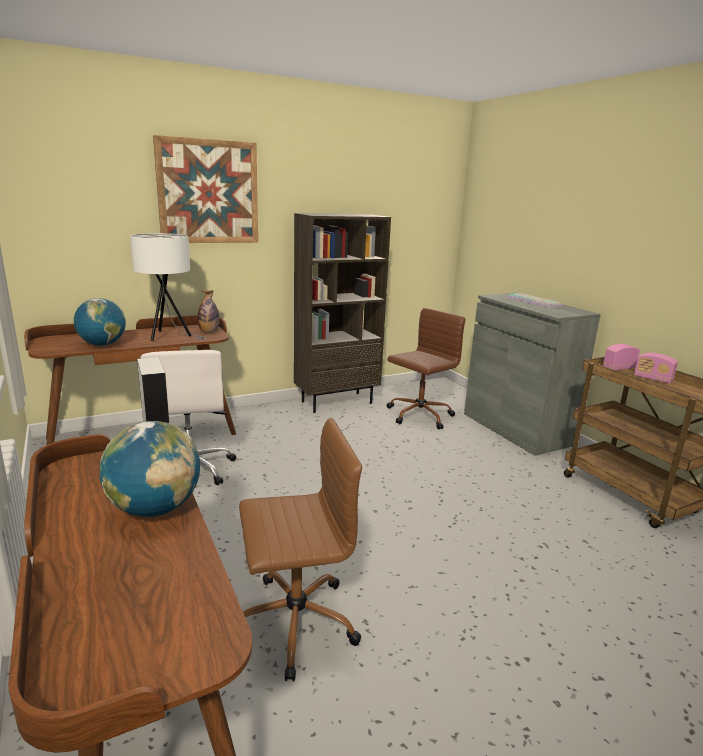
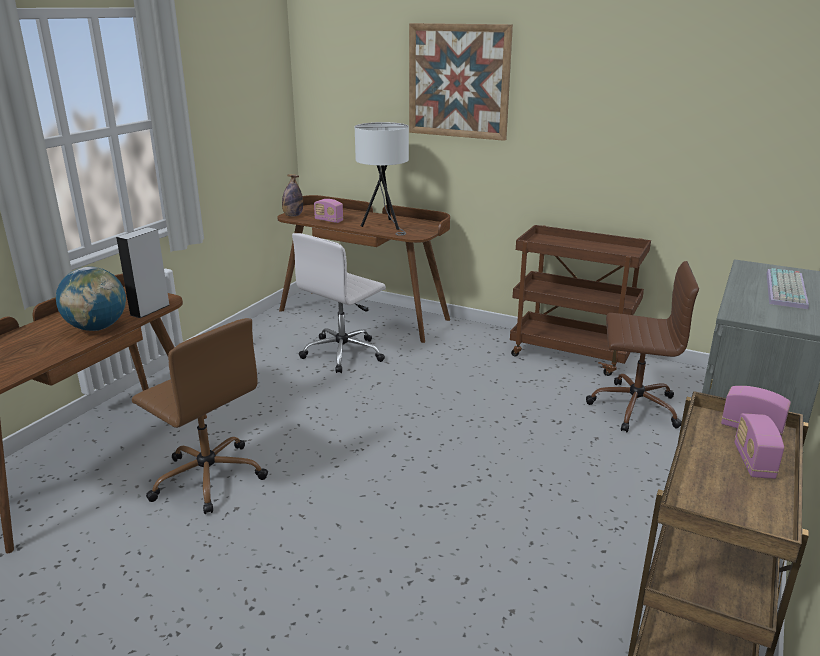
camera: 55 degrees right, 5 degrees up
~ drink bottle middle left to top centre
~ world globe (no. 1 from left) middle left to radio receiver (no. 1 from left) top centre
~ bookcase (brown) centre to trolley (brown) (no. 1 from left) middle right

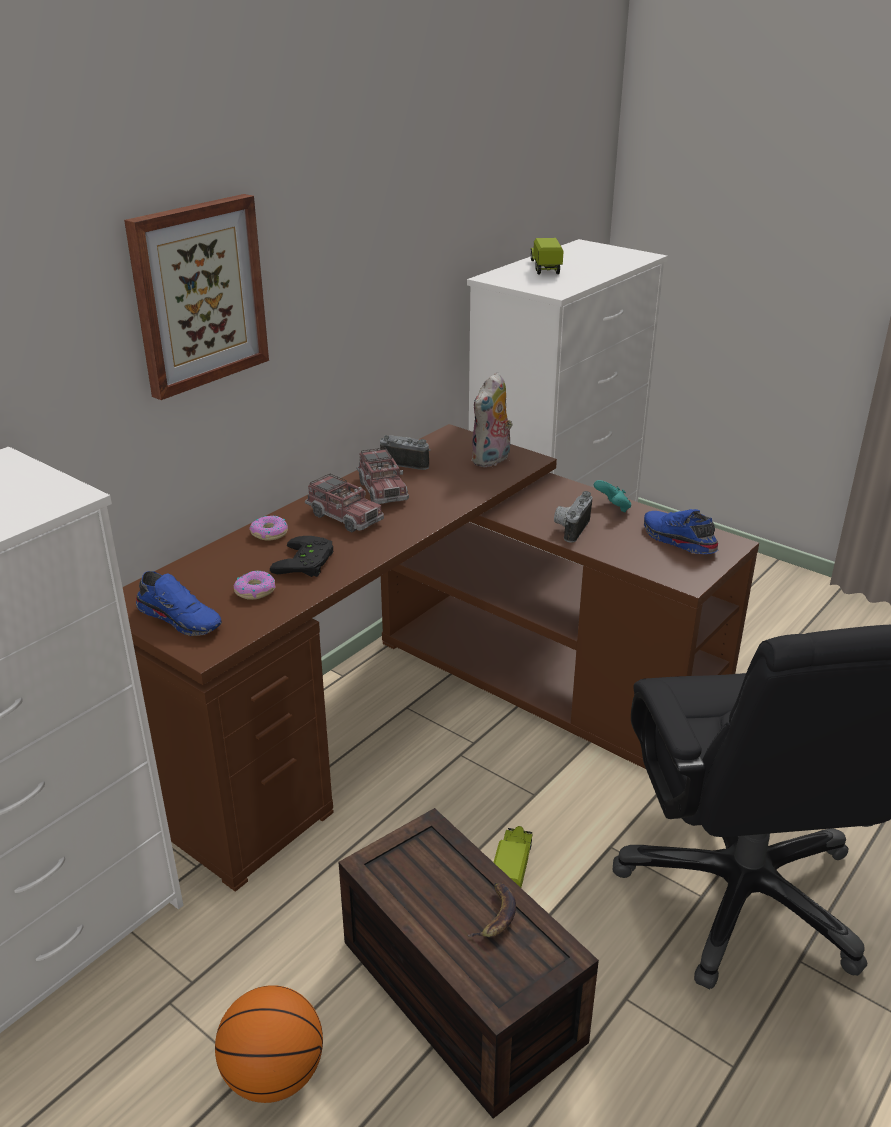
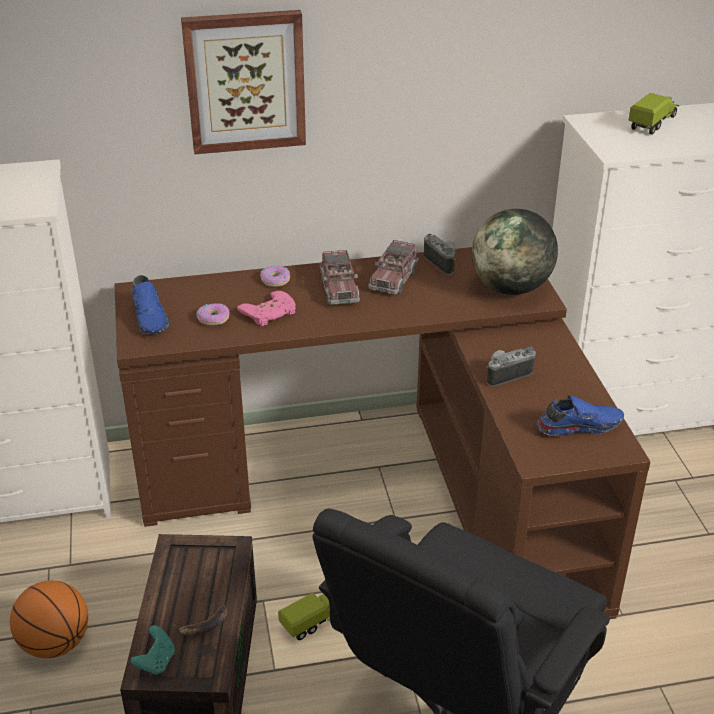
camera: 40 degrees right, 5 degrees up
~ game controller (turquoise) middle right to bottom left
~ cuddly toy centre to world globe middle right
~ game controller (black-coloured) centre to game controller (pinkish) centre
~ shoe (blue-coloured) (no. 2 from left) middle right = middle right 75 degrees clockwise

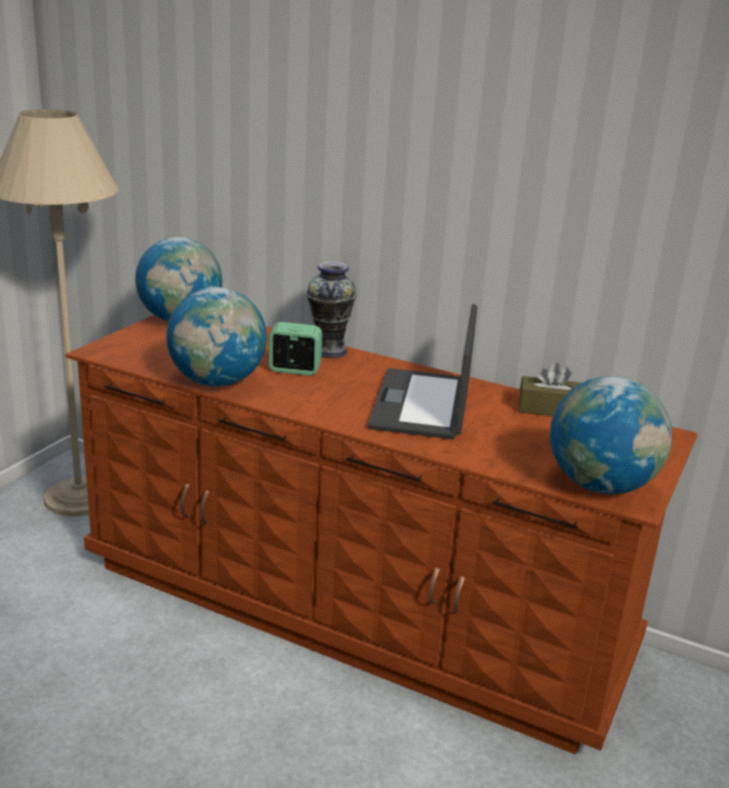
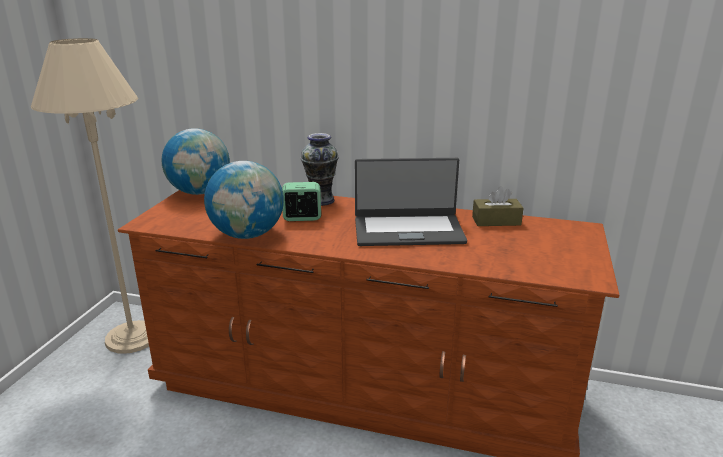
camera: 10 degrees left, 0 degrees up
- world globe (no. 3 from left) middle right
~ laptop centre = centre 90 degrees counterclockwise

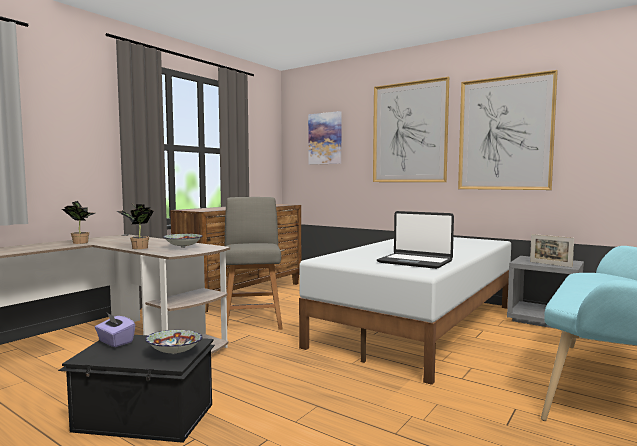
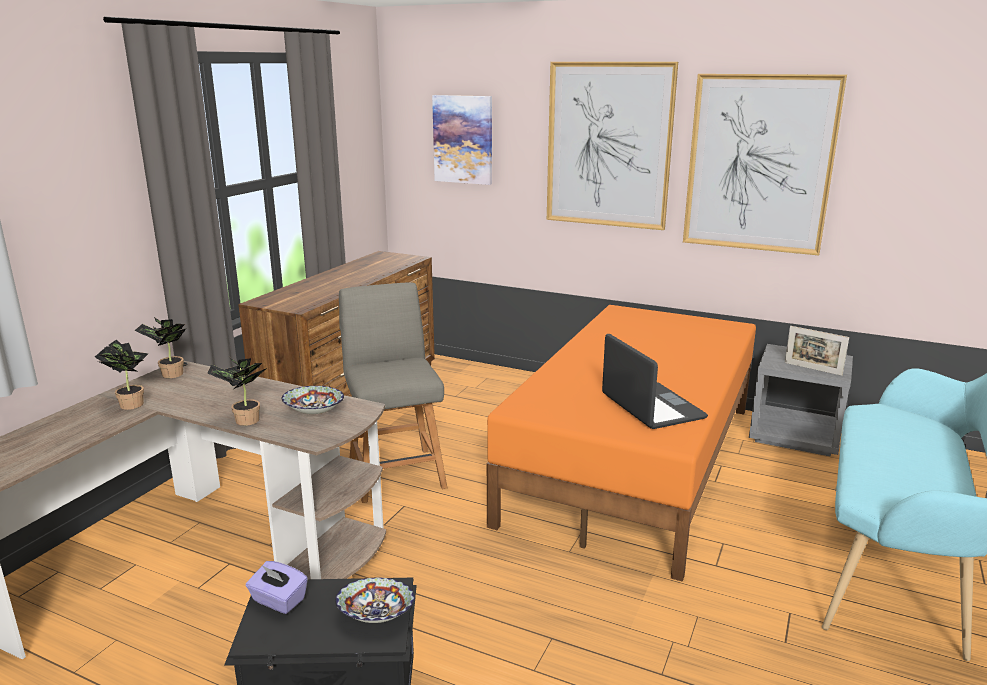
camera: 10 degrees left, 15 degrees up
+ houseplant (no. 2 from left) middle left
~ sleeping bed (whitish) bottom centre to sleeping bed (orangey) centre
~ laptop centre = centre 135 degrees counterclockwise

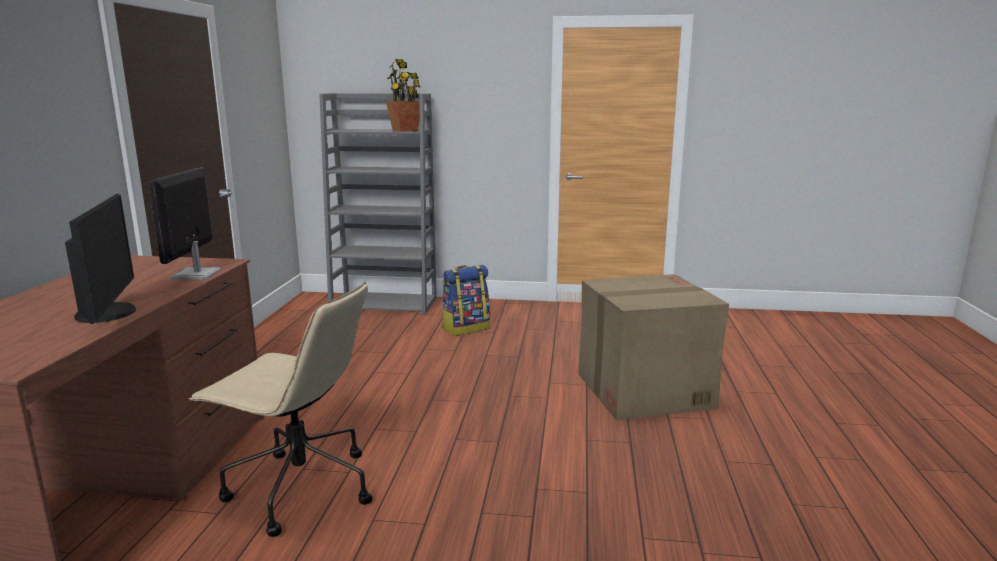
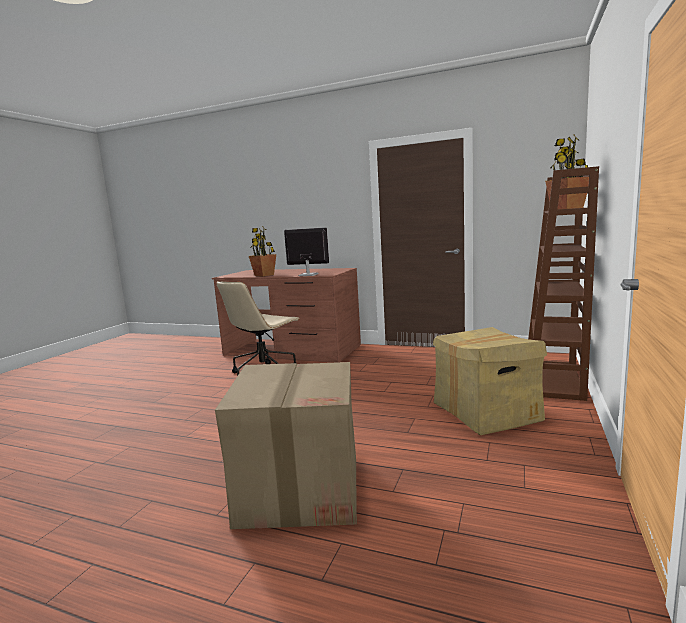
camera: 105 degrees right, 5 degrees down
~ computer display (no. 1 from left) middle left to houseplant (no. 1 from left) centre
~ rucksack centre to packing box (no. 2 from left) middle right
~ bookcase (gray) centre to bookcase (brown) middle right

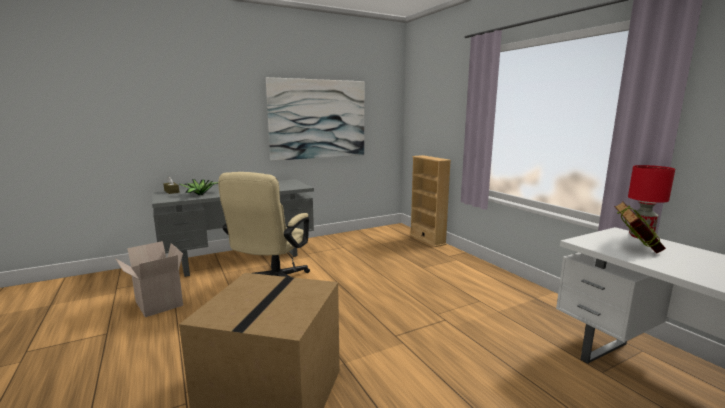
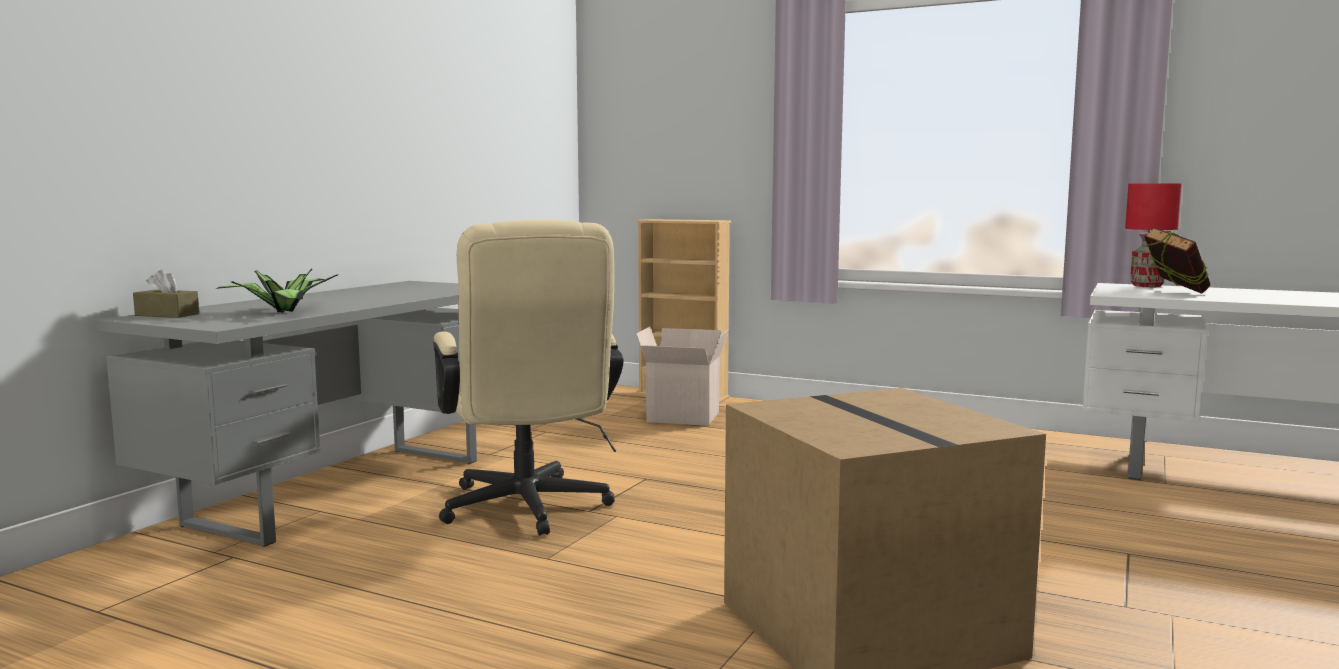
camera: 35 degrees left, 5 degrees down
- wall picture top centre
~ packing box (no. 1 from left) bottom left to centre

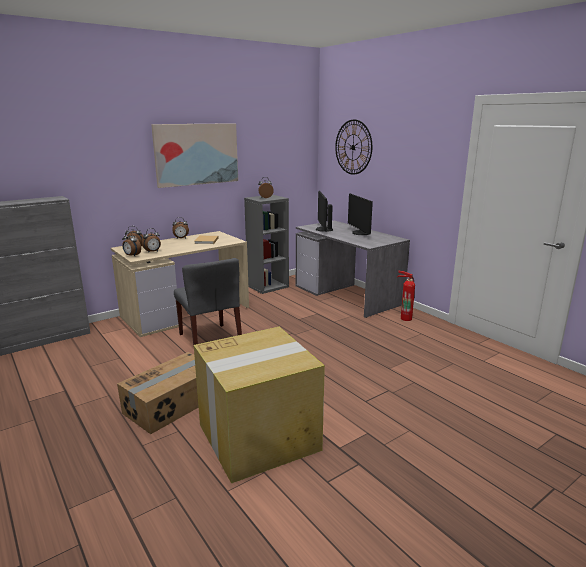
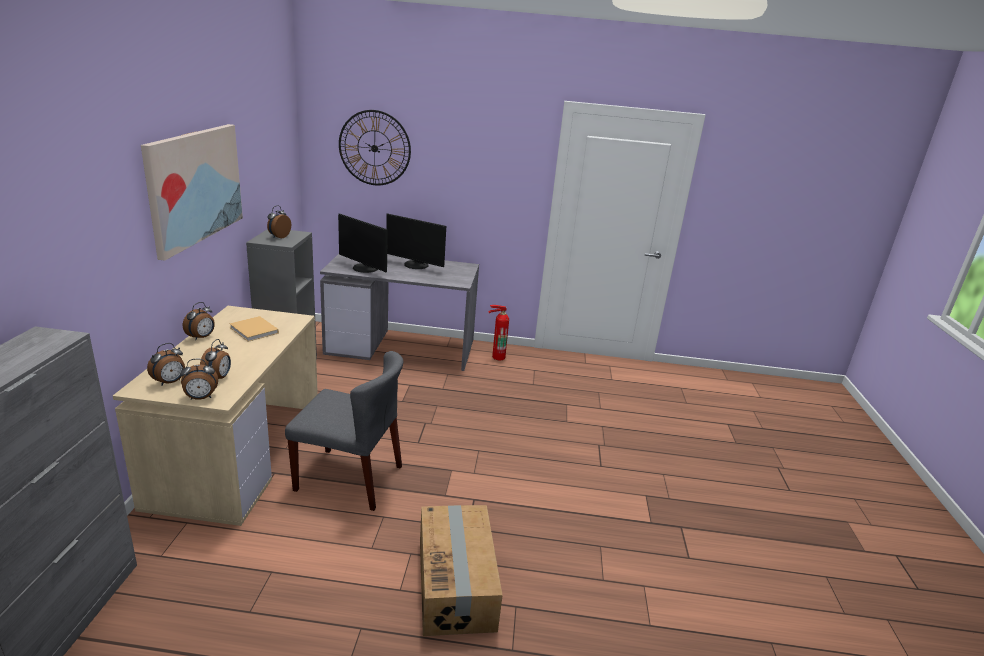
camera: 50 degrees left, 5 degrees up
- packing box (no. 2 from left) bottom centre

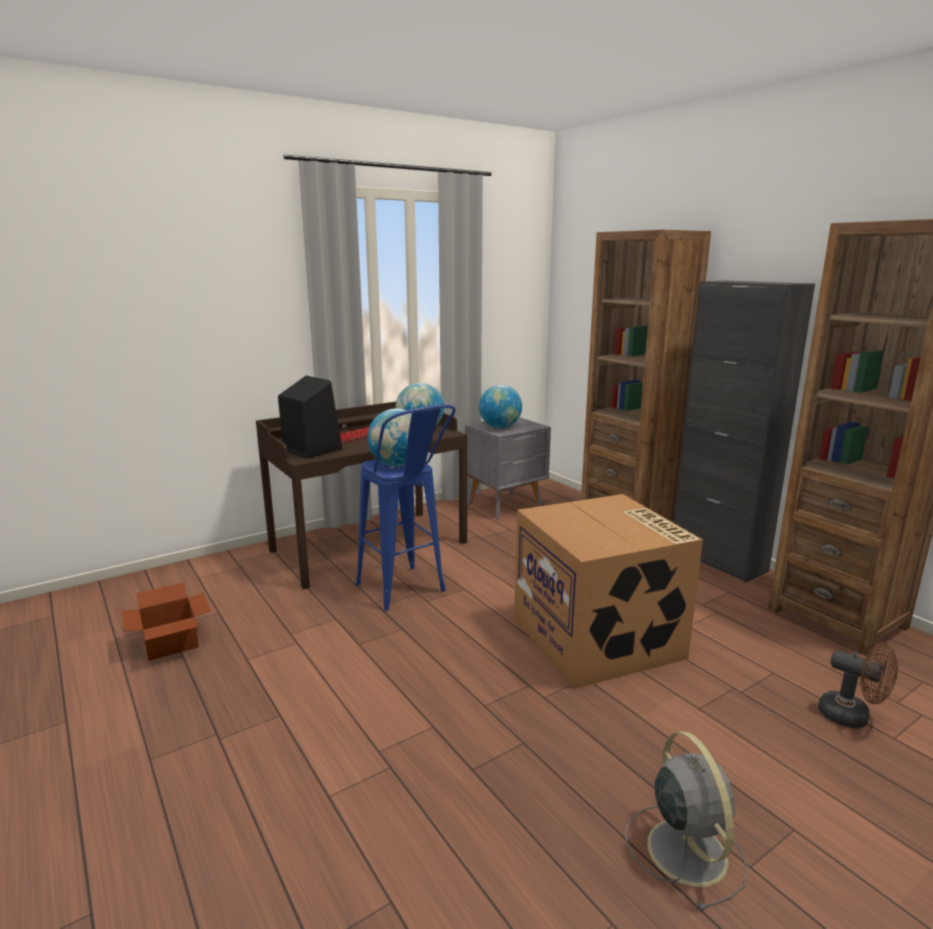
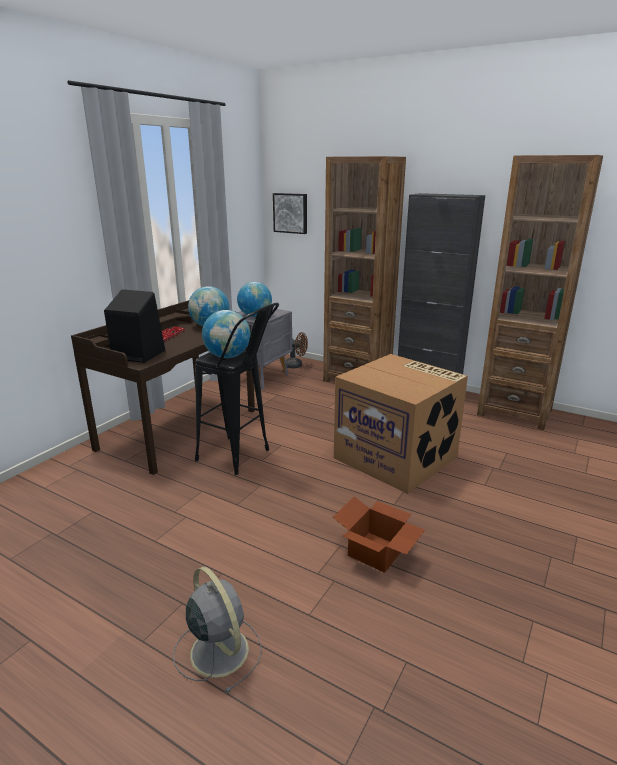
camera: 25 degrees left, 5 degrees up
+ wall picture top centre
~ packing box (no. 1 from left) bottom left to bottom centre
~ cooling fan (gray) bottom right to bottom centre
~ cooling fan (brown) bottom right to centre
~ stool seat (blue-coloured) centre to stool seat (black-coloured) centre

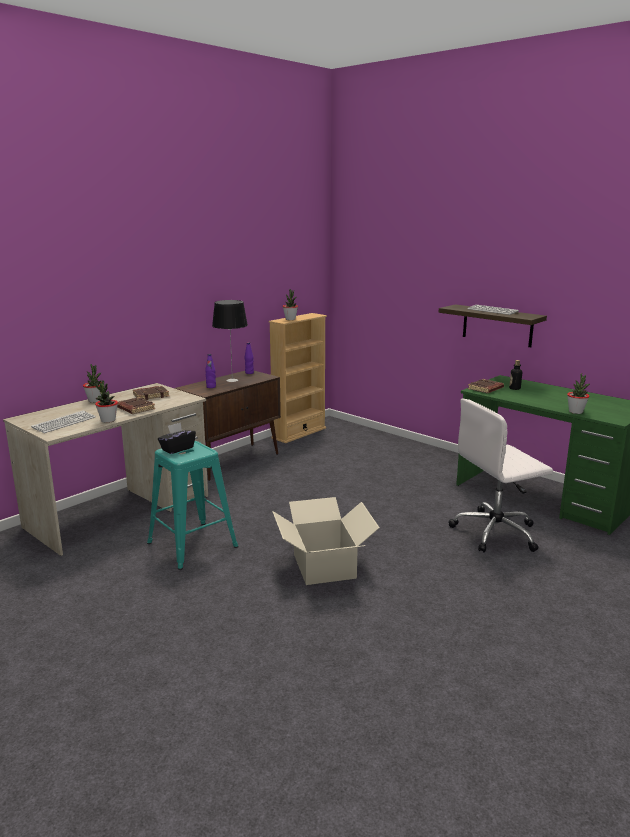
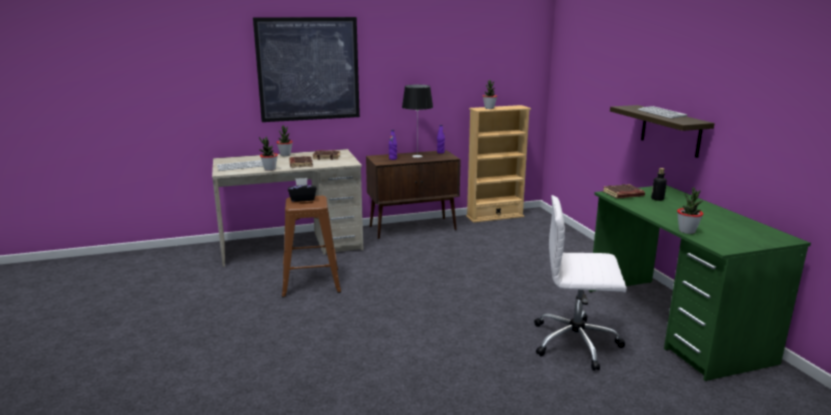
camera: 30 degrees right, 0 degrees up
- packing box centre
+ wall picture top centre
~ stool seat (turquoise) middle left to stool seat (brown) centre

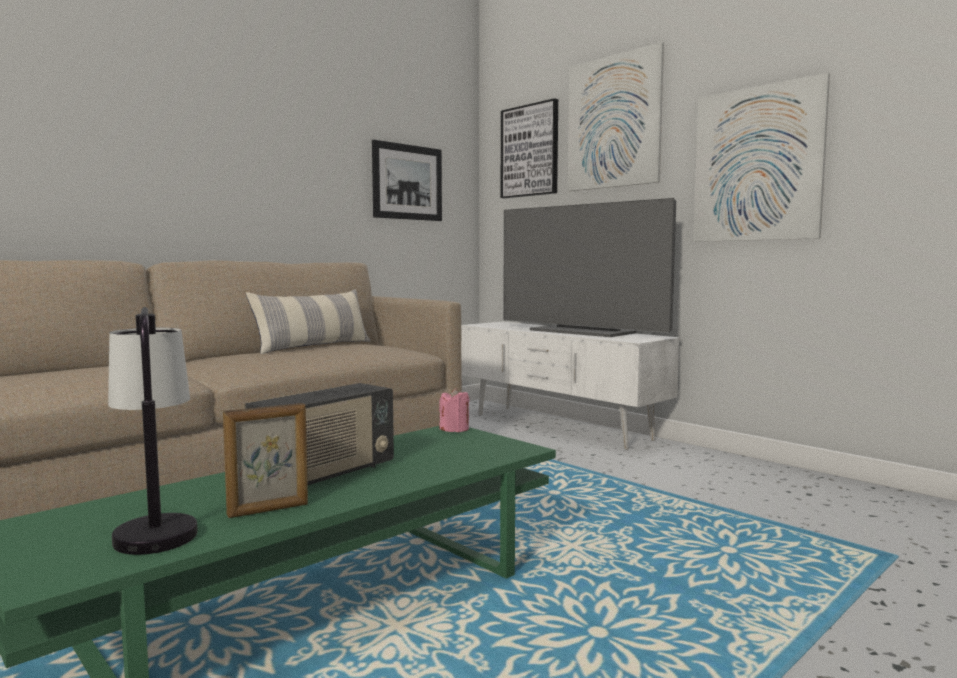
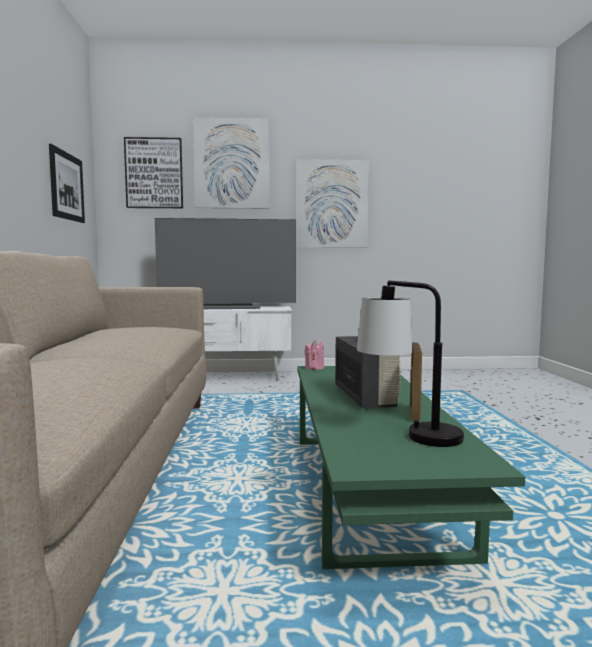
camera: 50 degrees left, 0 degrees up
- cushion middle left

